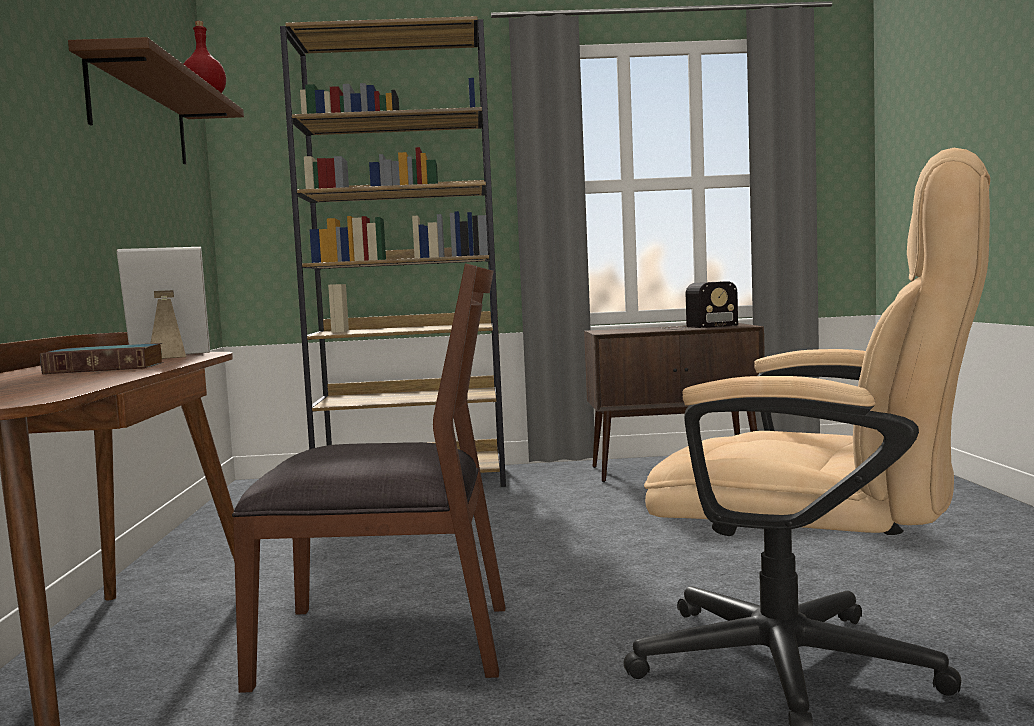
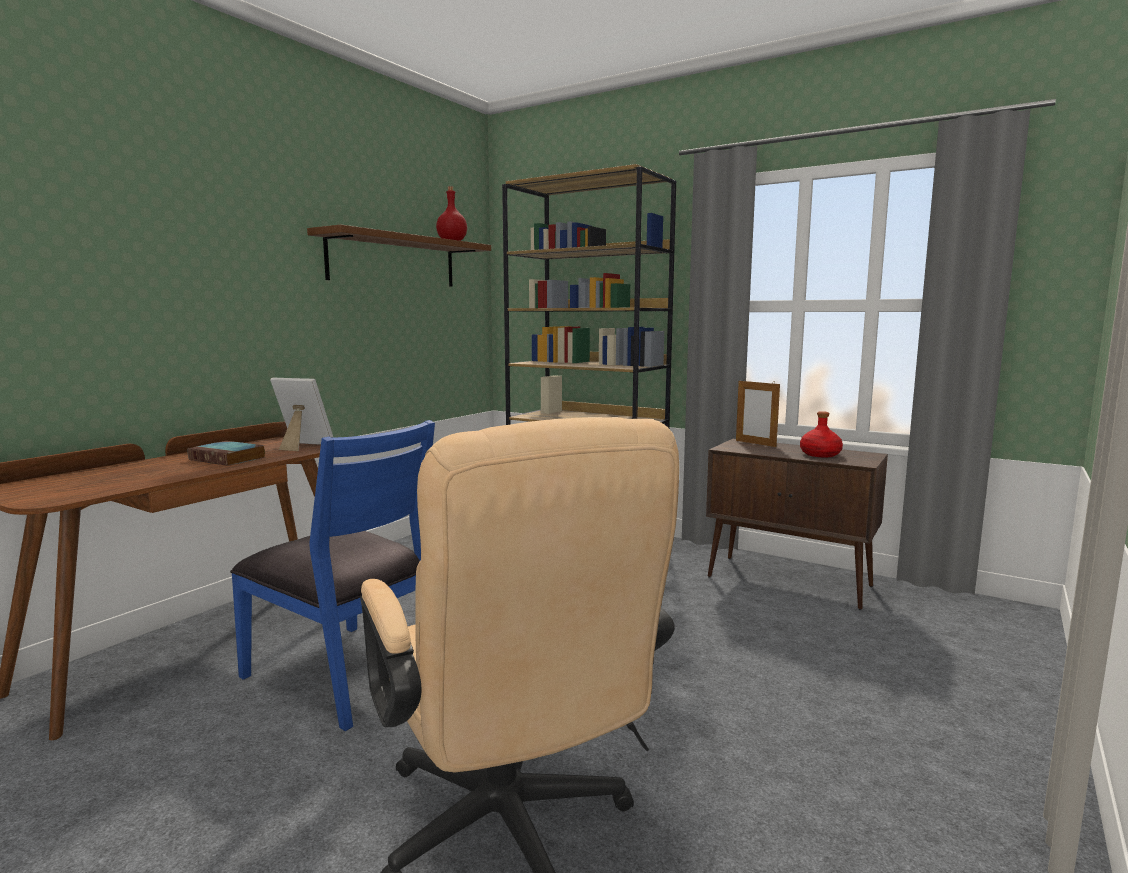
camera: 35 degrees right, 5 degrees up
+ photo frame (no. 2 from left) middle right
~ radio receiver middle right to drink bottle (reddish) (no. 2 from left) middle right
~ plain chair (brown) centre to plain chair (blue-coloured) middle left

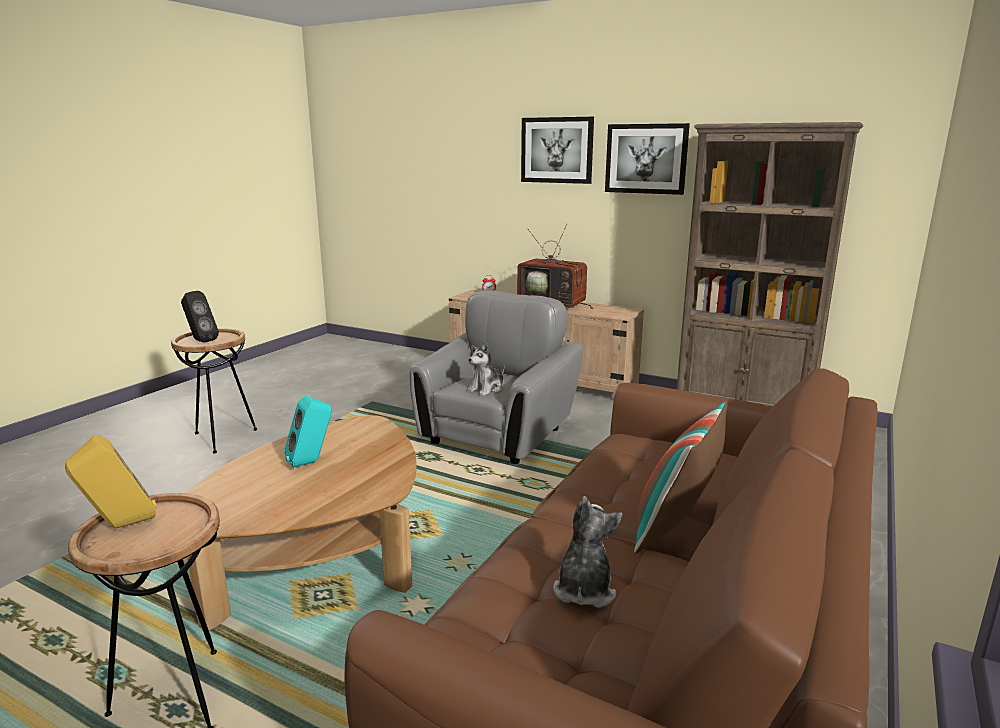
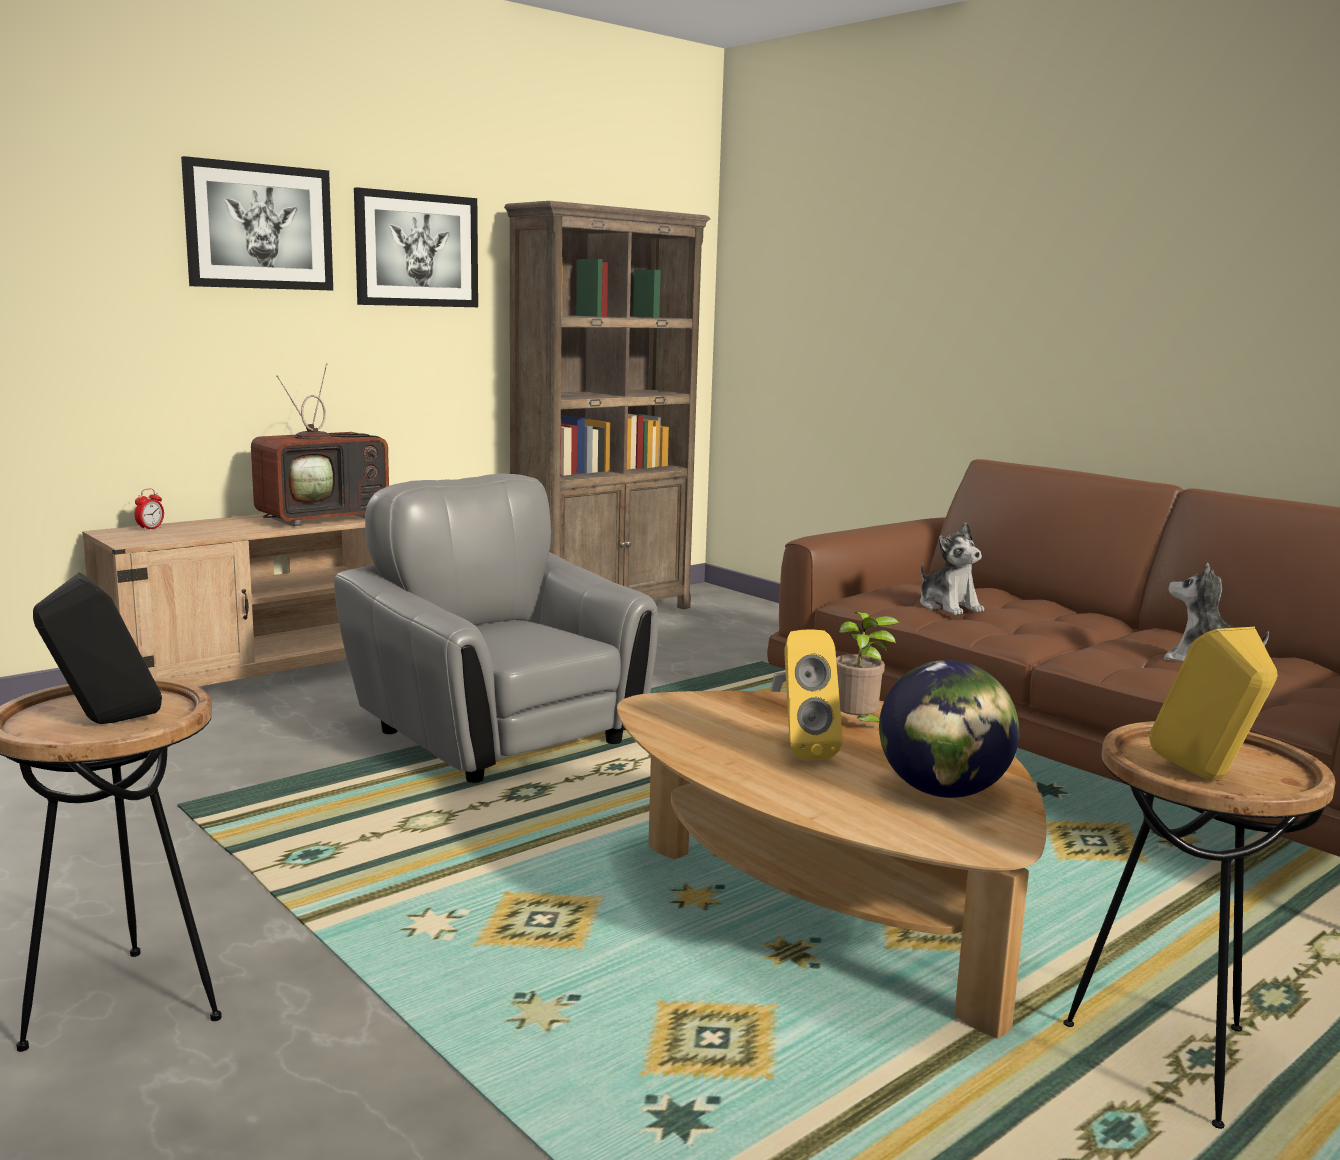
camera: 70 degrees left, 5 degrees down
- cushion middle right
+ houseplant centre
+ world globe middle right
~ cuddly toy (no. 1 from left) centre to middle right
~ loudspeaker (turquoise) middle left to loudspeaker (yellowish) (no. 1 from left) centre

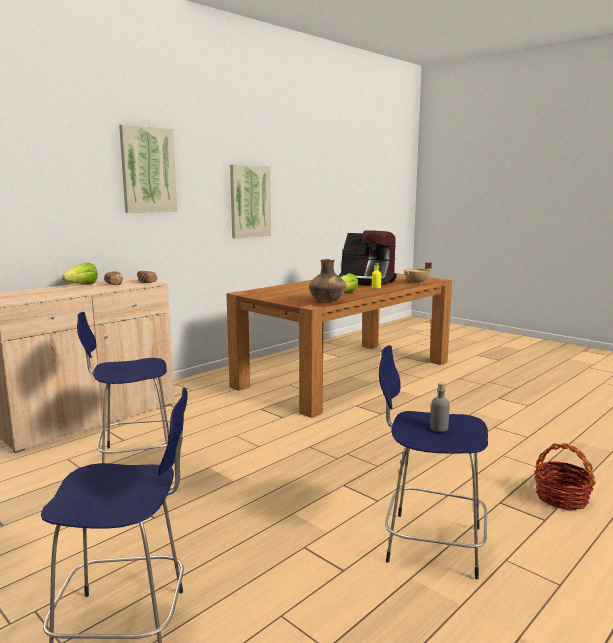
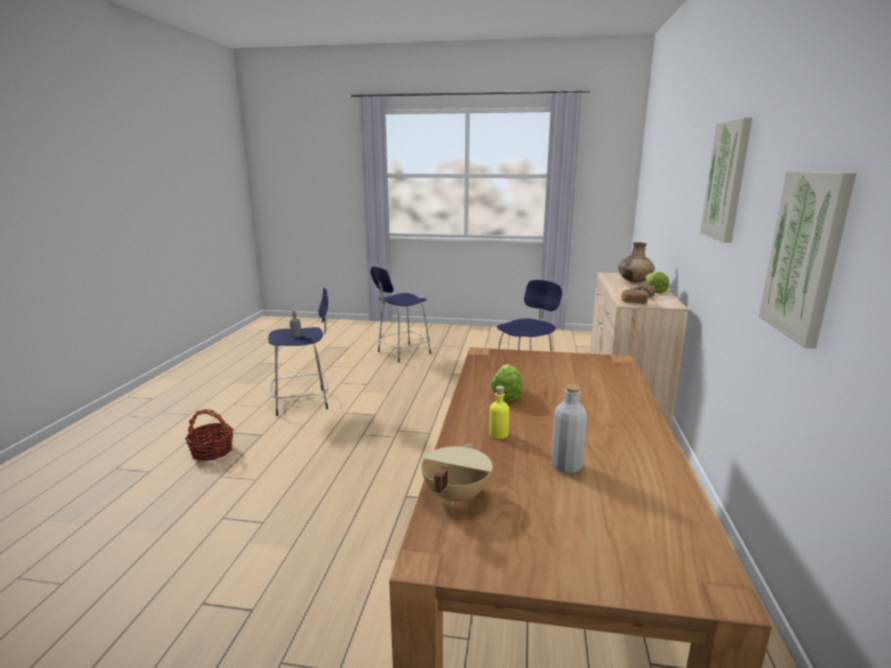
camera: 145 degrees right, 5 degrees up
~ vase (brown) centre to middle right
~ coffee machine centre to drink bottle (gray) (no. 2 from left) centre

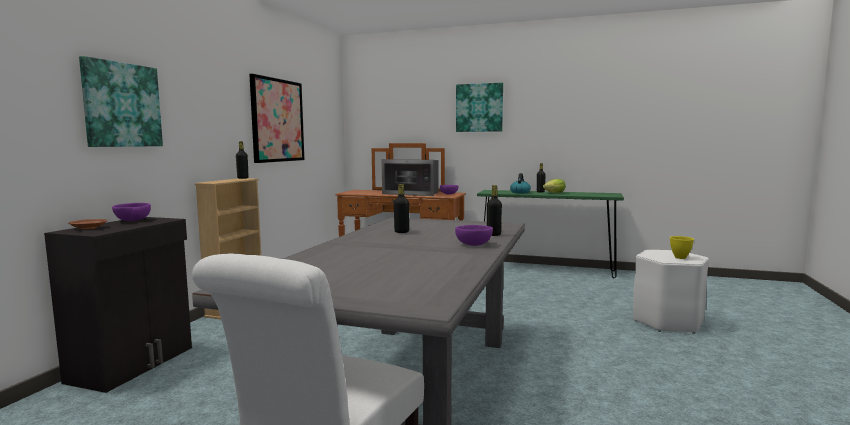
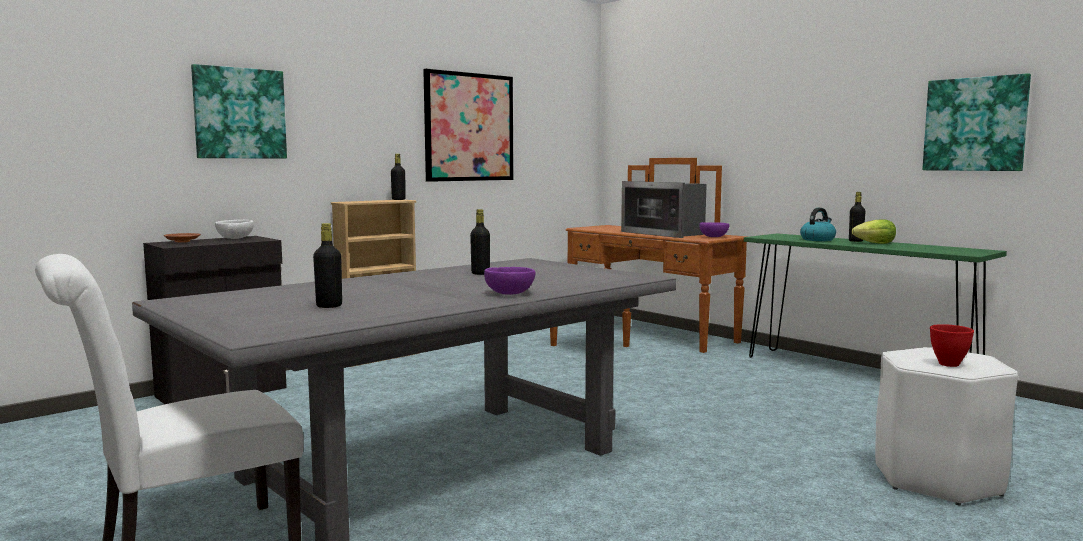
camera: 30 degrees right, 0 degrees up
~ wall picture (no. 3 from left) top centre to top right
~ drink bottle (black-coloured) (no. 3 from left in the first image) centre to drink bottle (black-coloured) (no. 1 from left) middle left
~ serving bowl (purplish) (no. 1 from left) middle left to serving bowl (whitish) middle left
~ serving bowl (yellowish) middle right to serving bowl (reddish) middle right

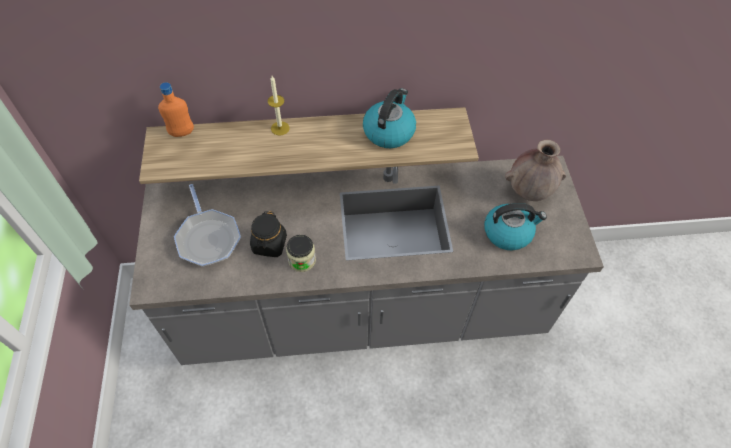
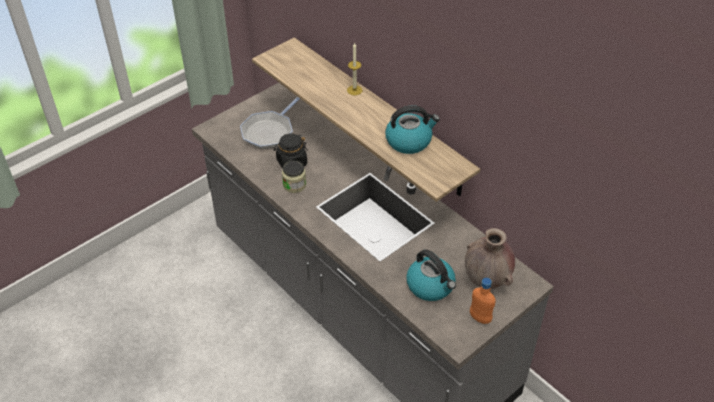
camera: 55 degrees right, 10 degrees down
~ drink bottle (orangey) top left to bottom right

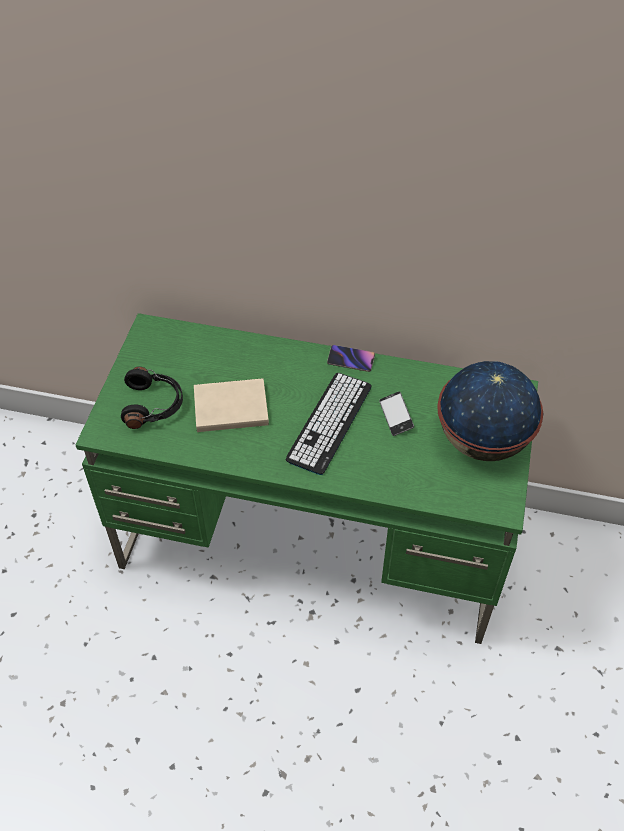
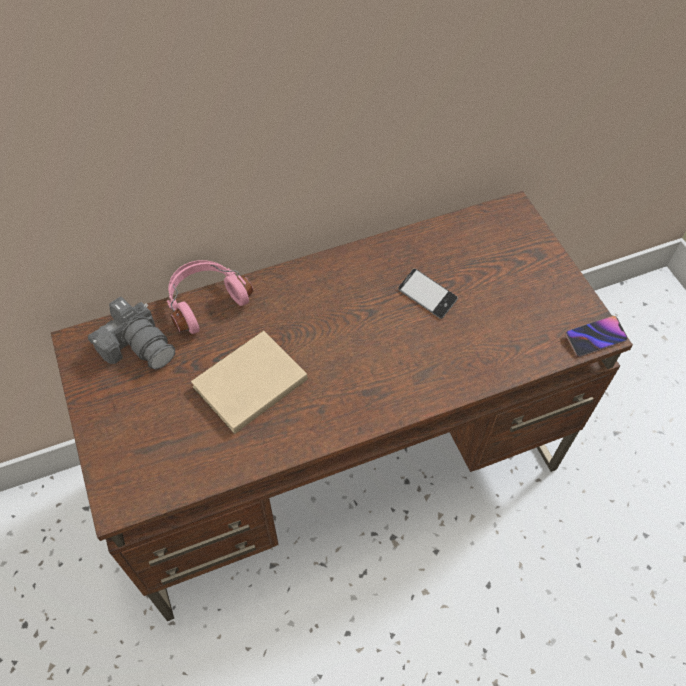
camera: 35 degrees left, 5 degrees up
- pair of headphones (black-coloured) middle left
- computer keyboard centre
- world globe middle right
+ photo camera middle left
+ pair of headphones (pinkish) middle left
~ telephone (no. 1 from left in the first image) centre to telephone (no. 2 from left) middle right
~ desk unit (green) centre to desk unit (brown) centre

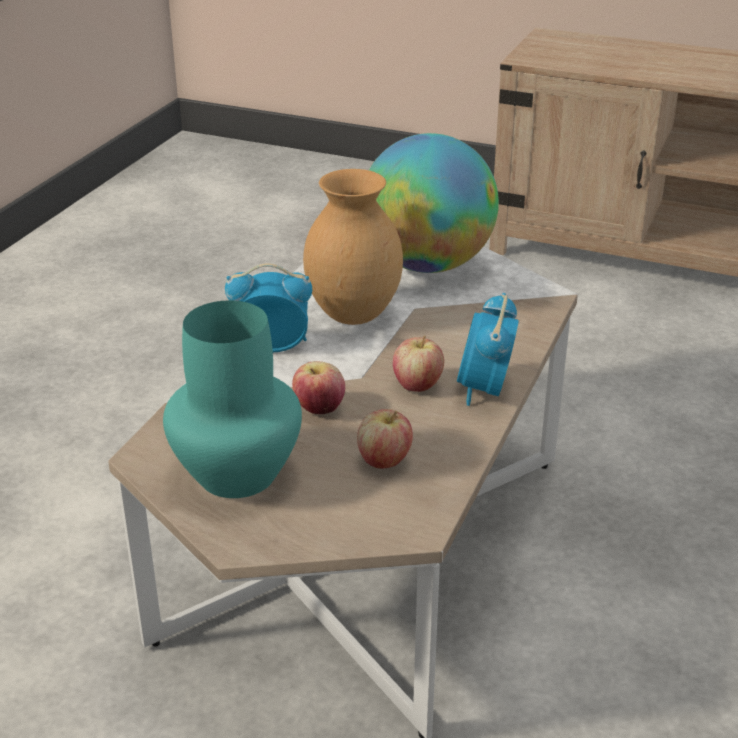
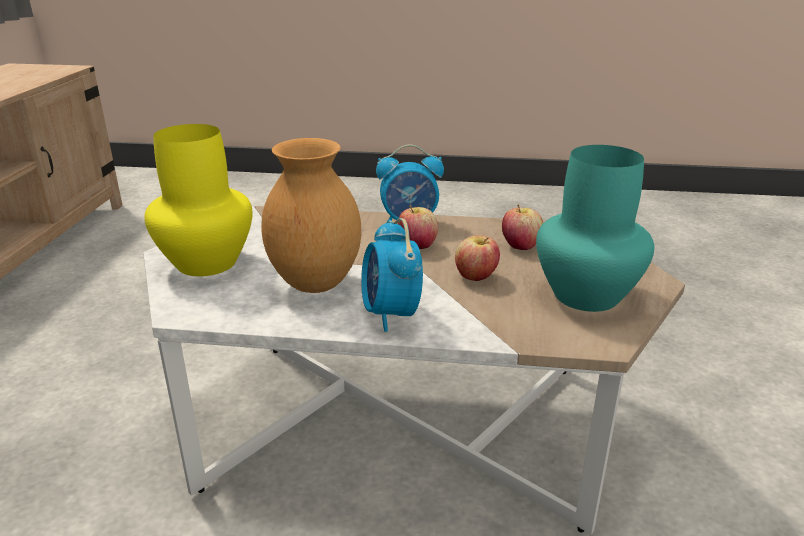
camera: 105 degrees left, 5 degrees down
~ world globe top centre to vase (yellowish) middle left

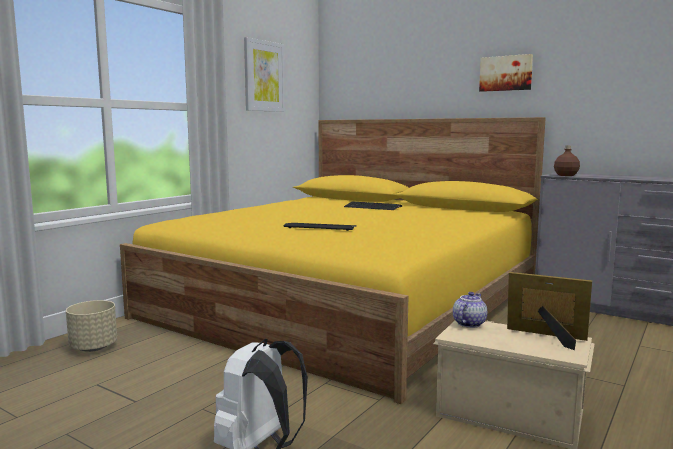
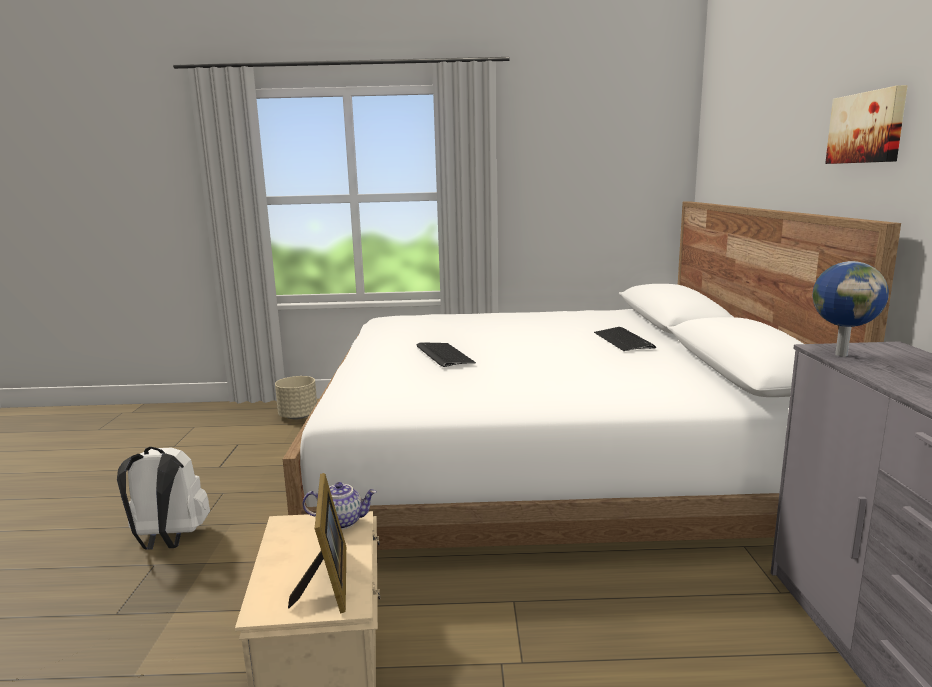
camera: 55 degrees right, 5 degrees up
- wall picture (no. 1 from left) top centre
~ drink bottle (brown) middle right to world globe middle right
~ sleeping bed (yellowish) centre to sleeping bed (whitish) centre

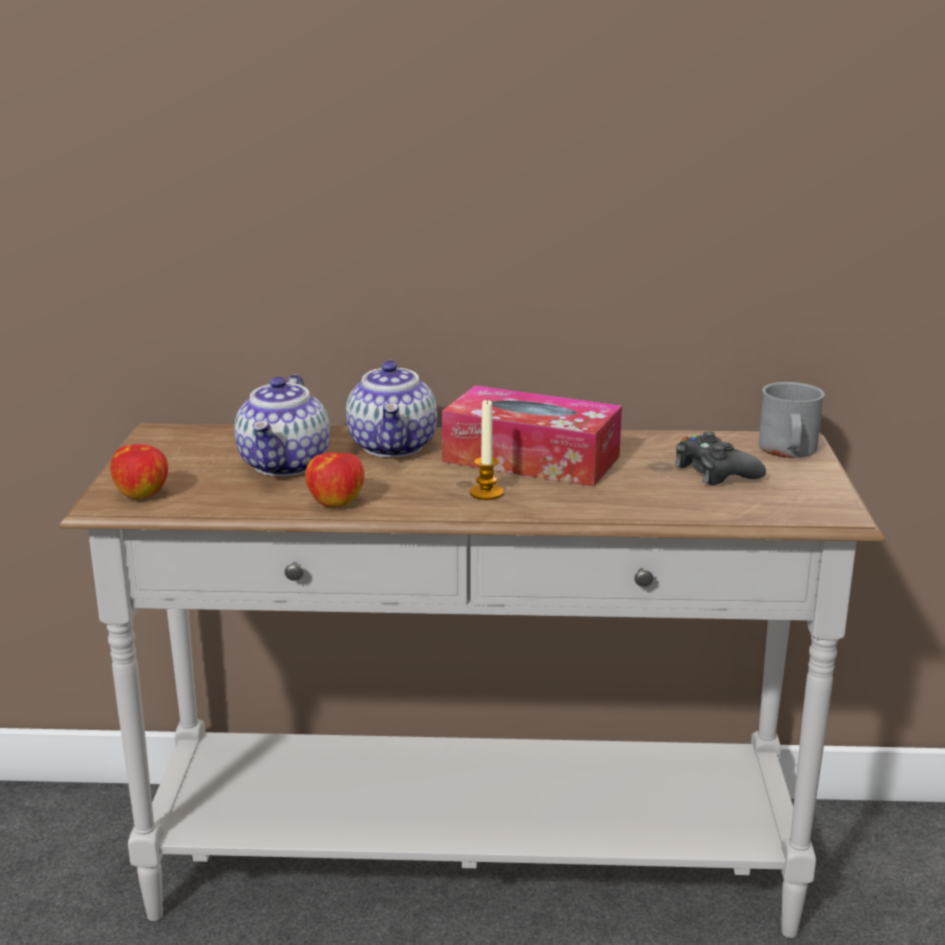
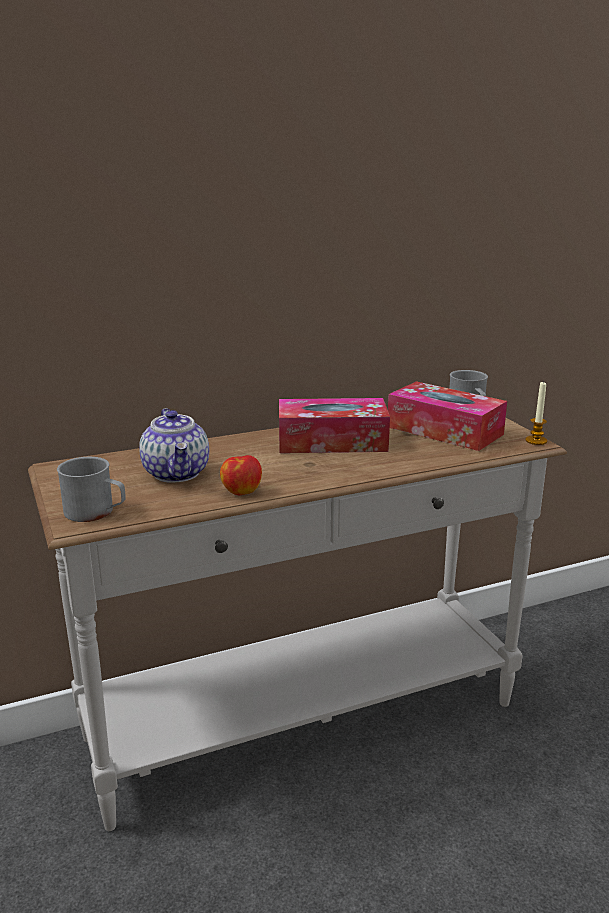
camera: 25 degrees left, 0 degrees up
- teapot (no. 2 from left) centre
~ wax light centre to middle right
~ whole apple (no. 1 from left) middle left to tea mug (gray) (no. 1 from left) middle left
~ game controller (black-coloured) middle right to box of tissues (no. 2 from left) middle right

